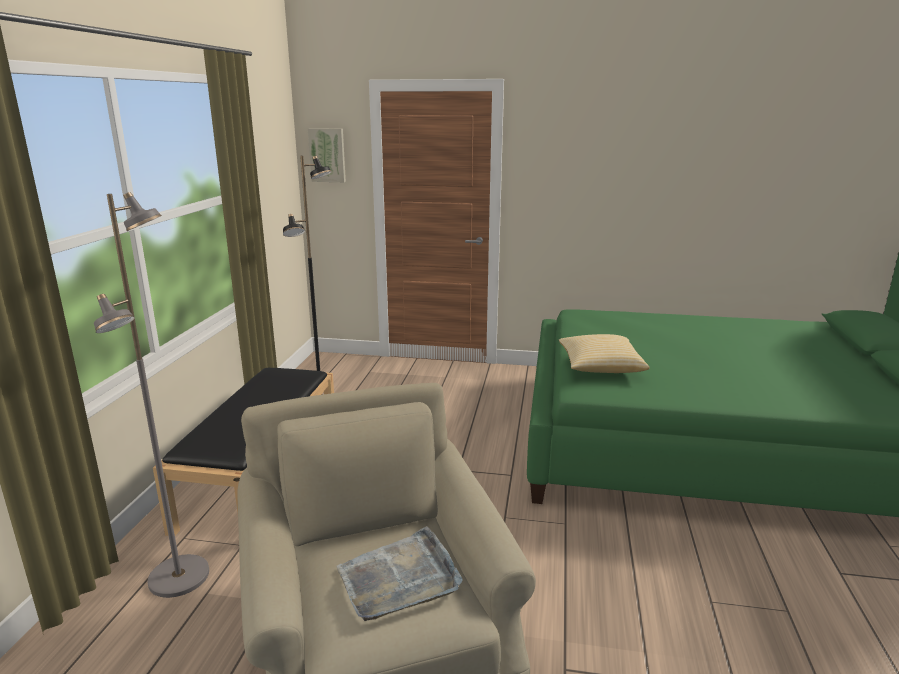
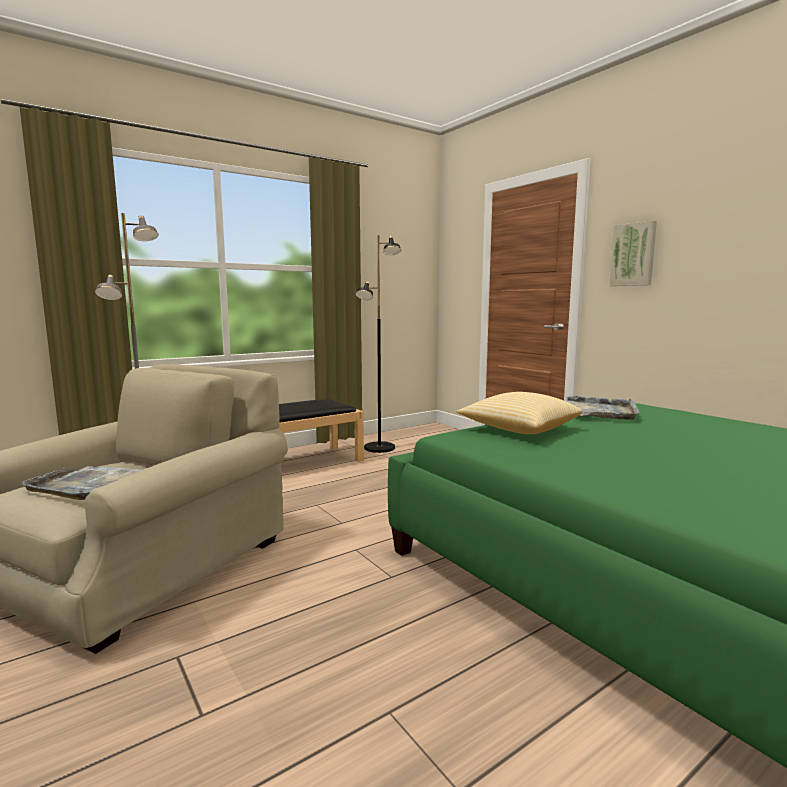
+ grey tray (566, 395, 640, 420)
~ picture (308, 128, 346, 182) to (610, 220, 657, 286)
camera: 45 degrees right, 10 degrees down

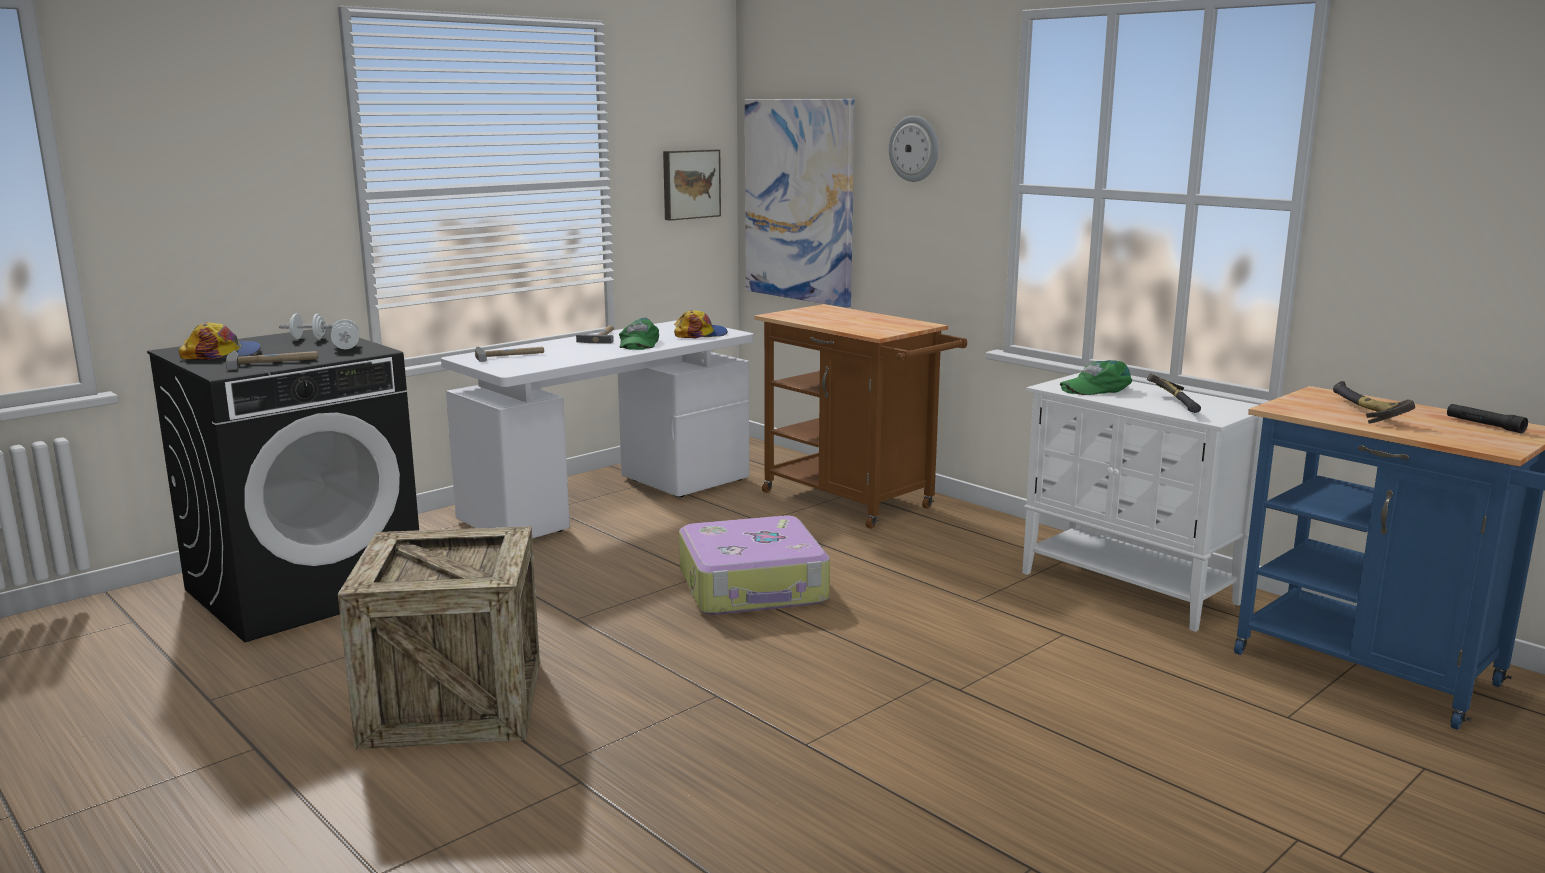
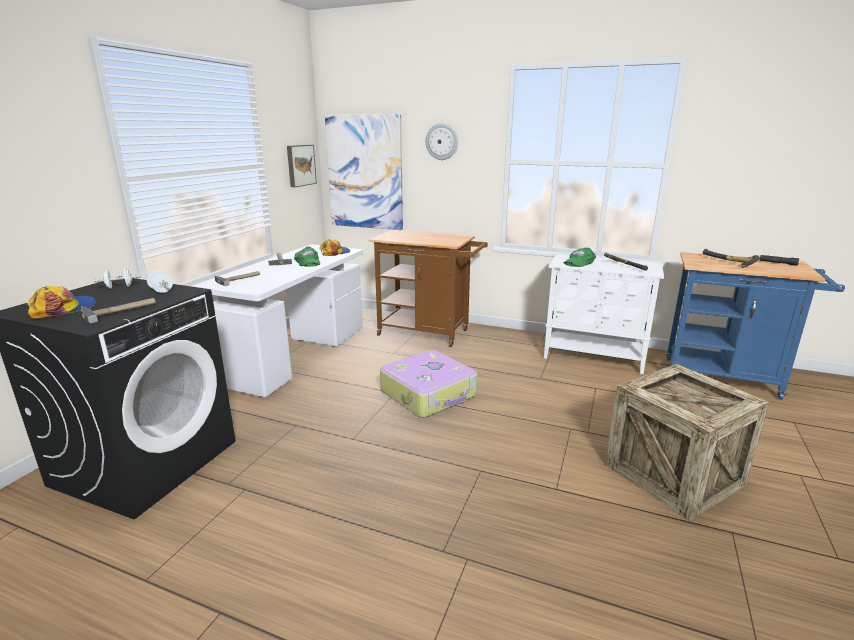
~ crate (338, 526, 540, 749) to (605, 364, 769, 521)
camera: 25 degrees left, 5 degrees up

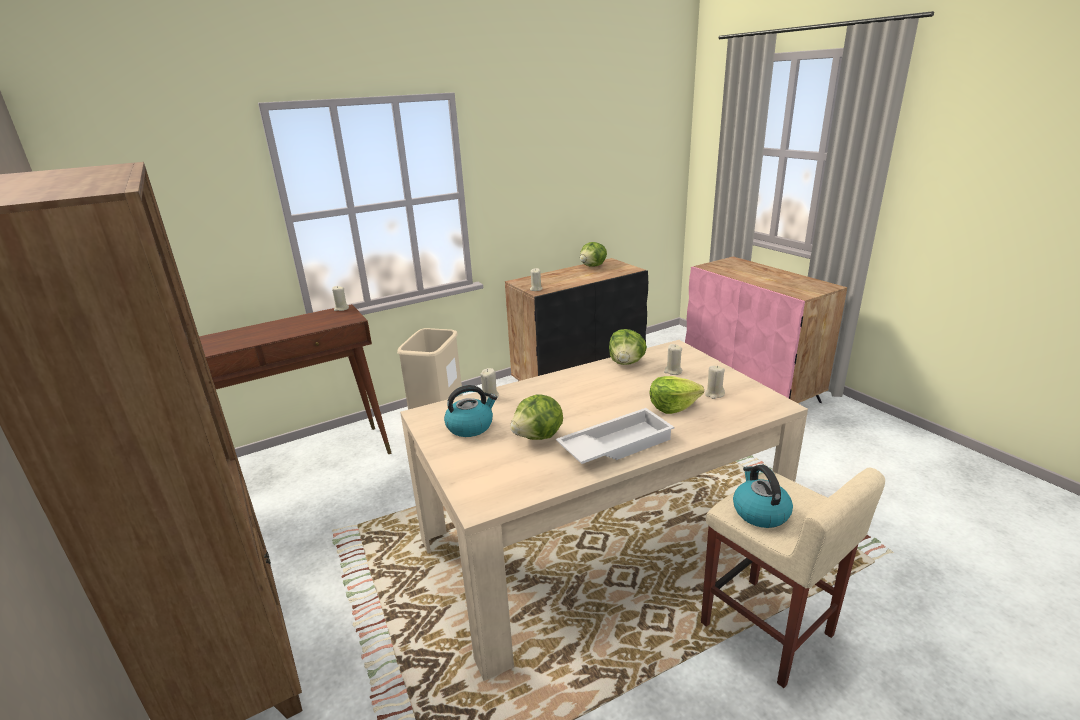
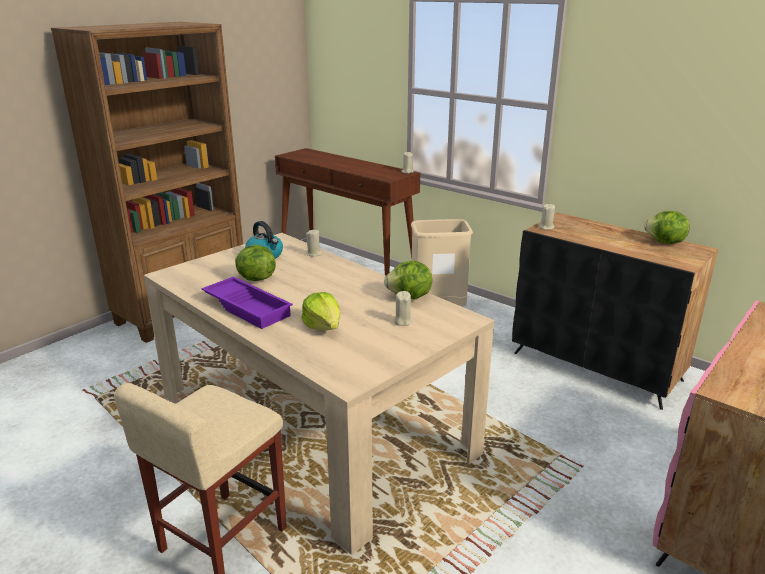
~ white tray (556, 408, 675, 464) to purple tray (201, 276, 293, 329)
- beige candle (705, 366, 725, 399)
- kettle (733, 465, 793, 528)
camera: 70 degrees right, 0 degrees up

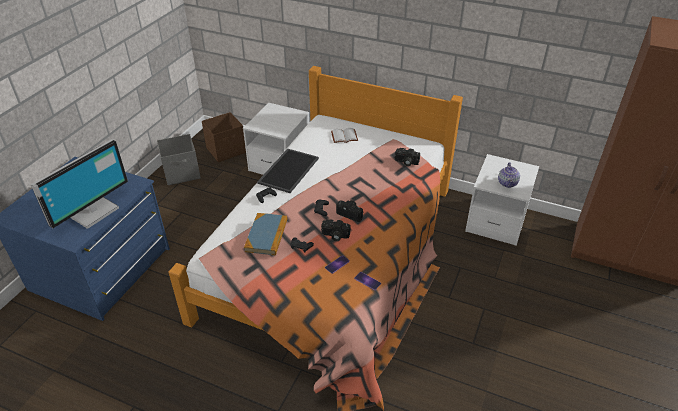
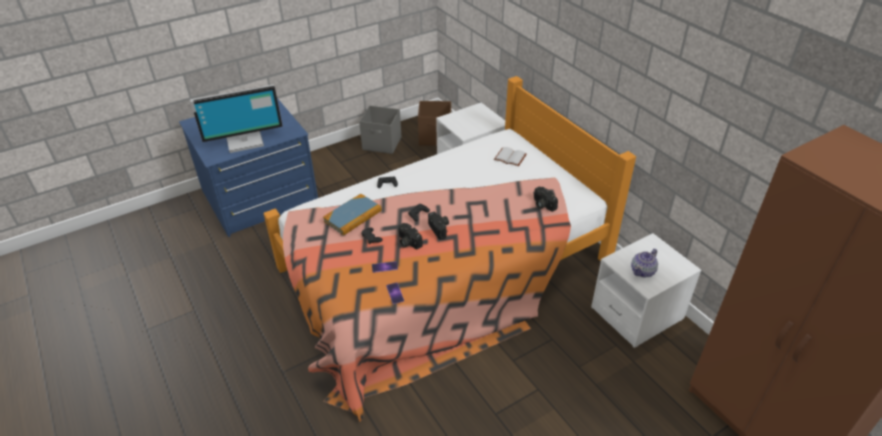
- tray (257, 148, 319, 193)
camera: 35 degrees right, 0 degrees up

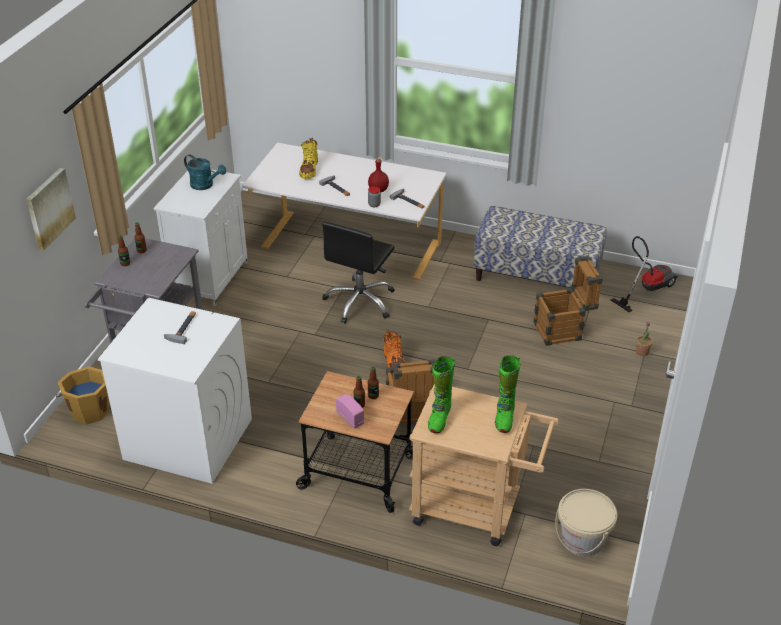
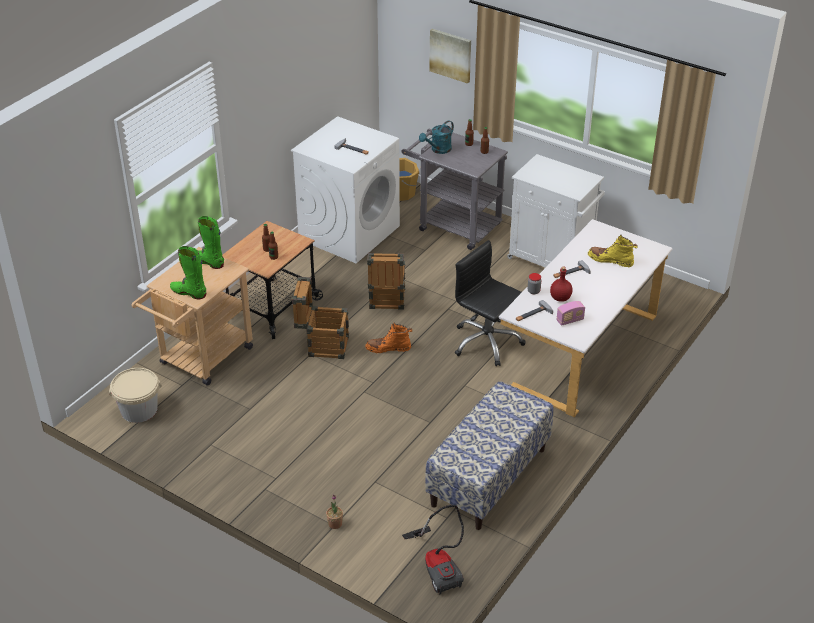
~ crate (534, 256, 603, 346) to (367, 253, 405, 310)
~ turquoise watering can (184, 154, 226, 190) to (419, 120, 454, 154)
~ radio (336, 394, 364, 429) to (557, 301, 585, 326)
camera: 105 degrees right, 0 degrees up

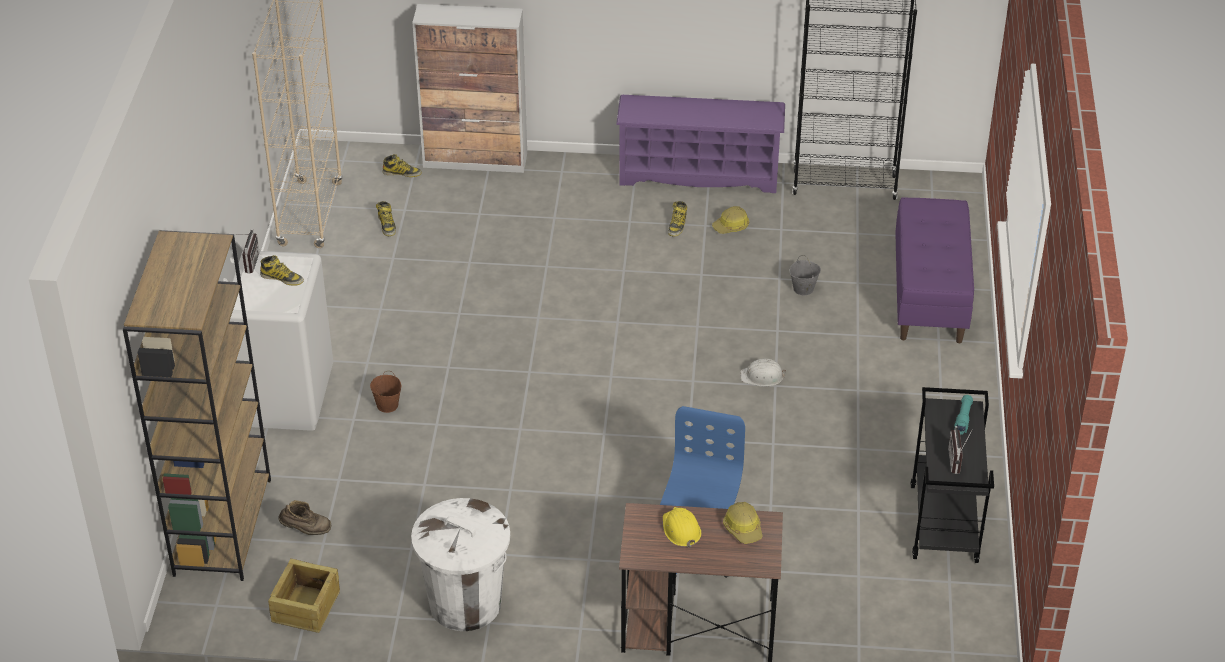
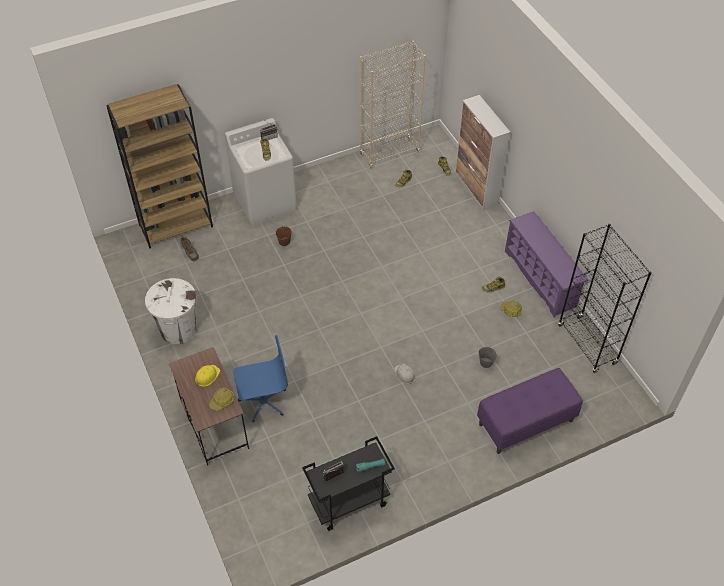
- crate (268, 558, 340, 633)
camera: 60 degrees right, 10 degrees up

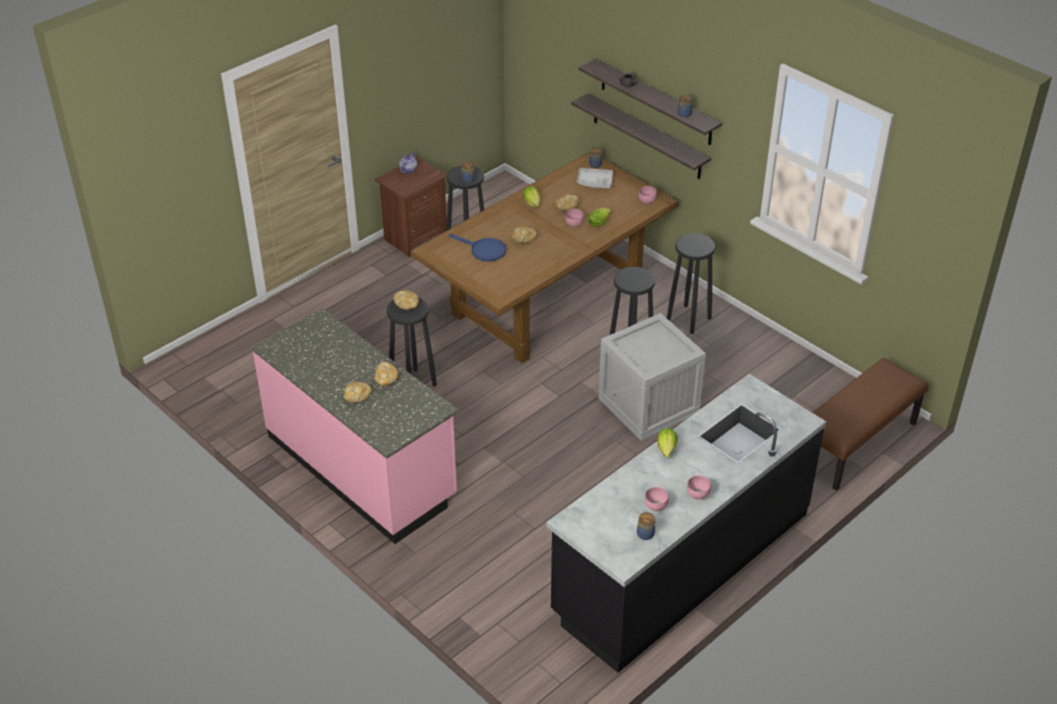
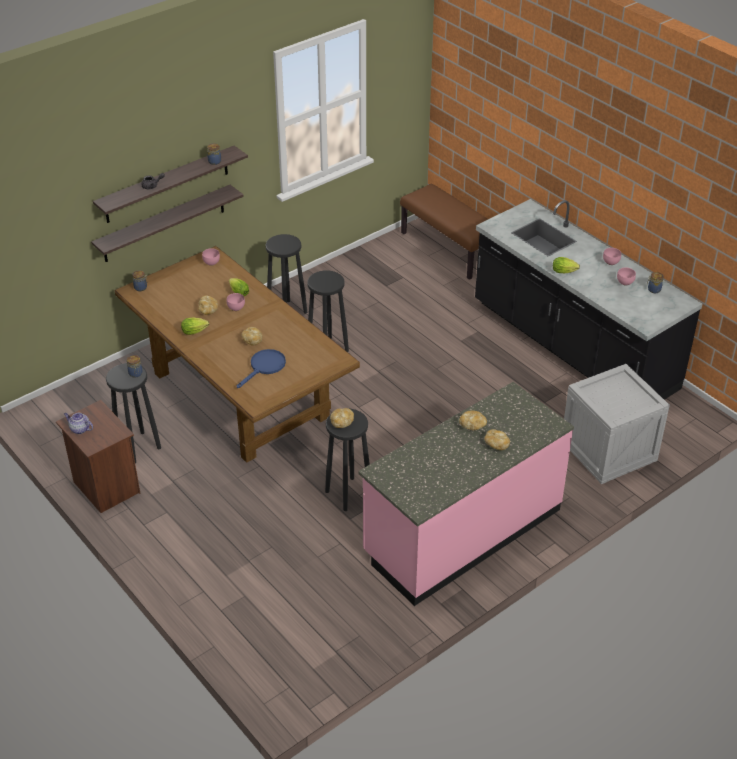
~ crate (598, 313, 706, 441) to (564, 364, 670, 484)
- grey tray (577, 168, 613, 188)
camera: 85 degrees left, 0 degrees up

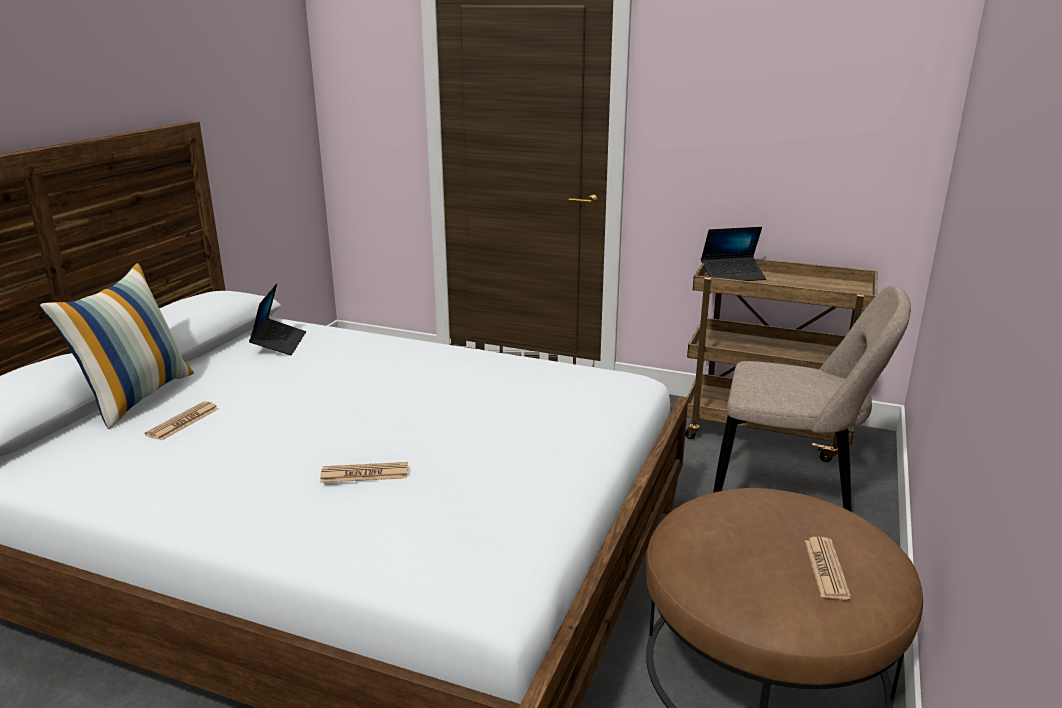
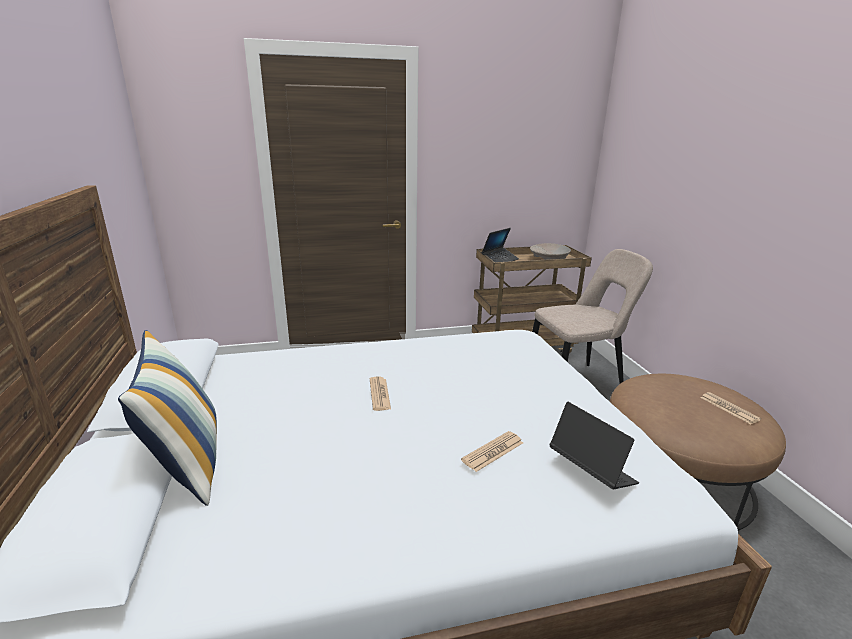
~ newspaper (145, 401, 219, 440) to (370, 376, 391, 411)
+ beige bowl (530, 243, 571, 260)
~ laptop (249, 283, 306, 355) to (549, 402, 639, 489)
camera: 35 degrees left, 0 degrees up

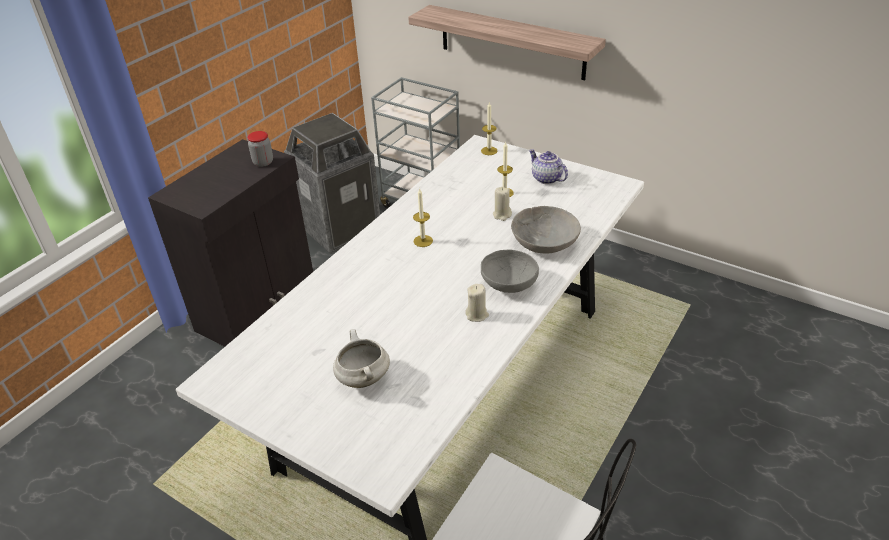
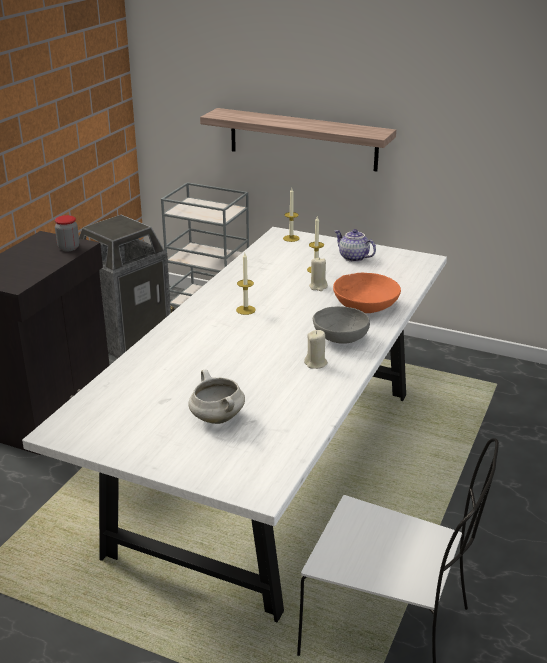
~ grey bowl (511, 206, 581, 254) to orange bowl (333, 273, 401, 313)
camera: 10 degrees left, 10 degrees down

